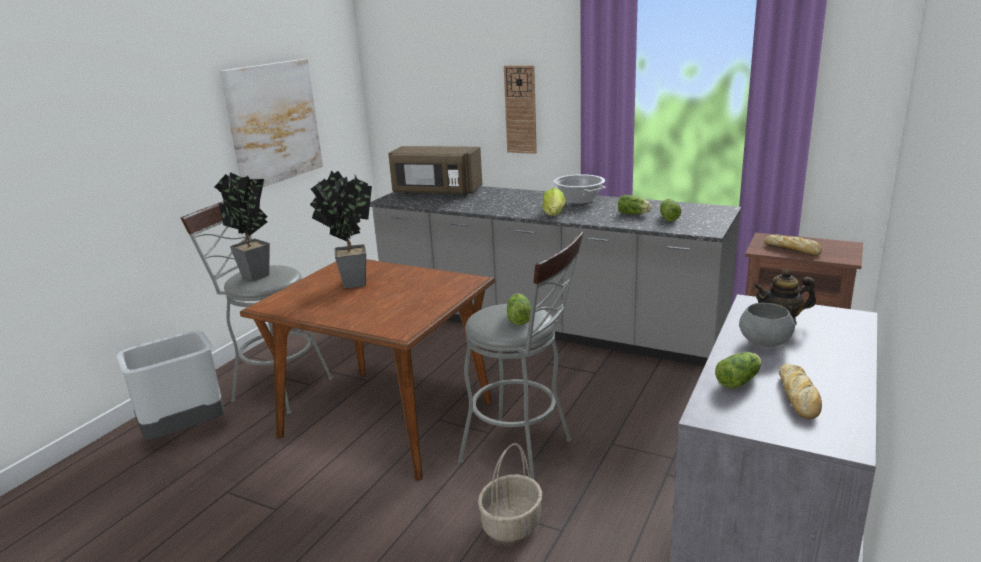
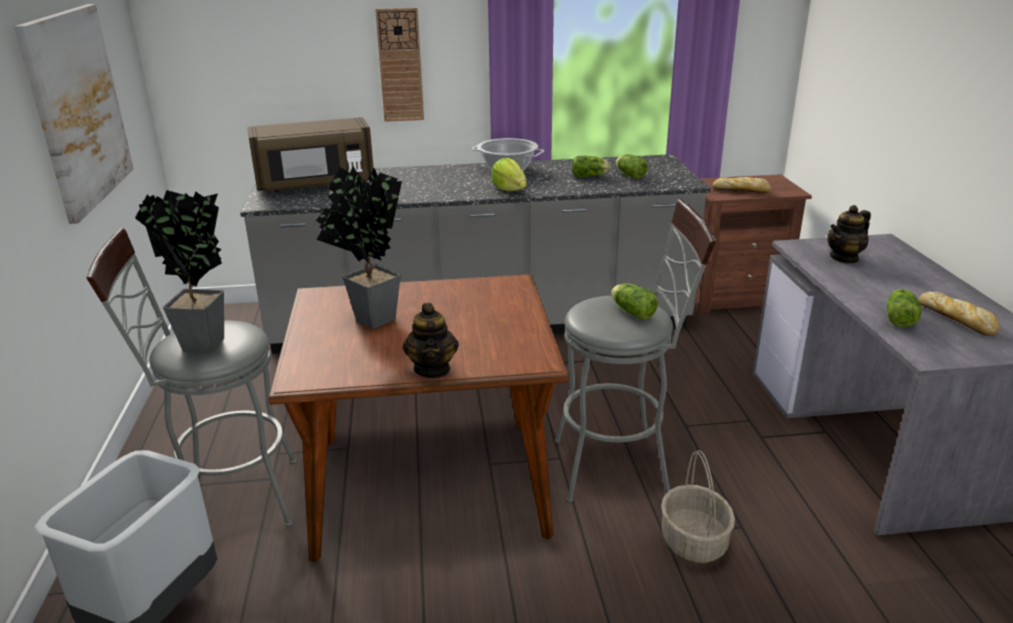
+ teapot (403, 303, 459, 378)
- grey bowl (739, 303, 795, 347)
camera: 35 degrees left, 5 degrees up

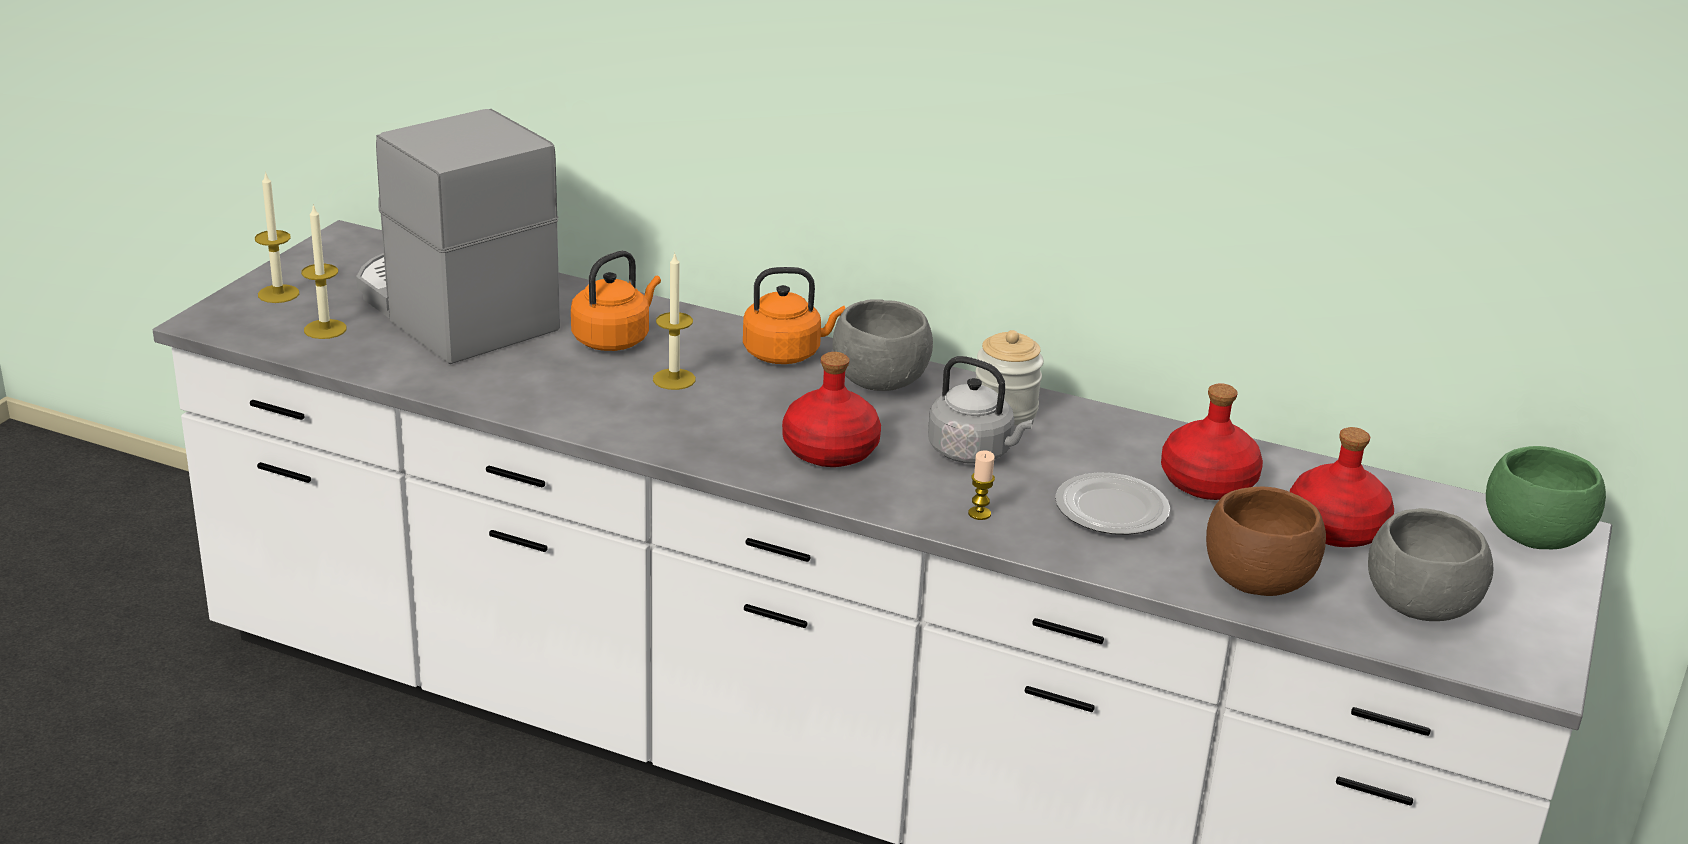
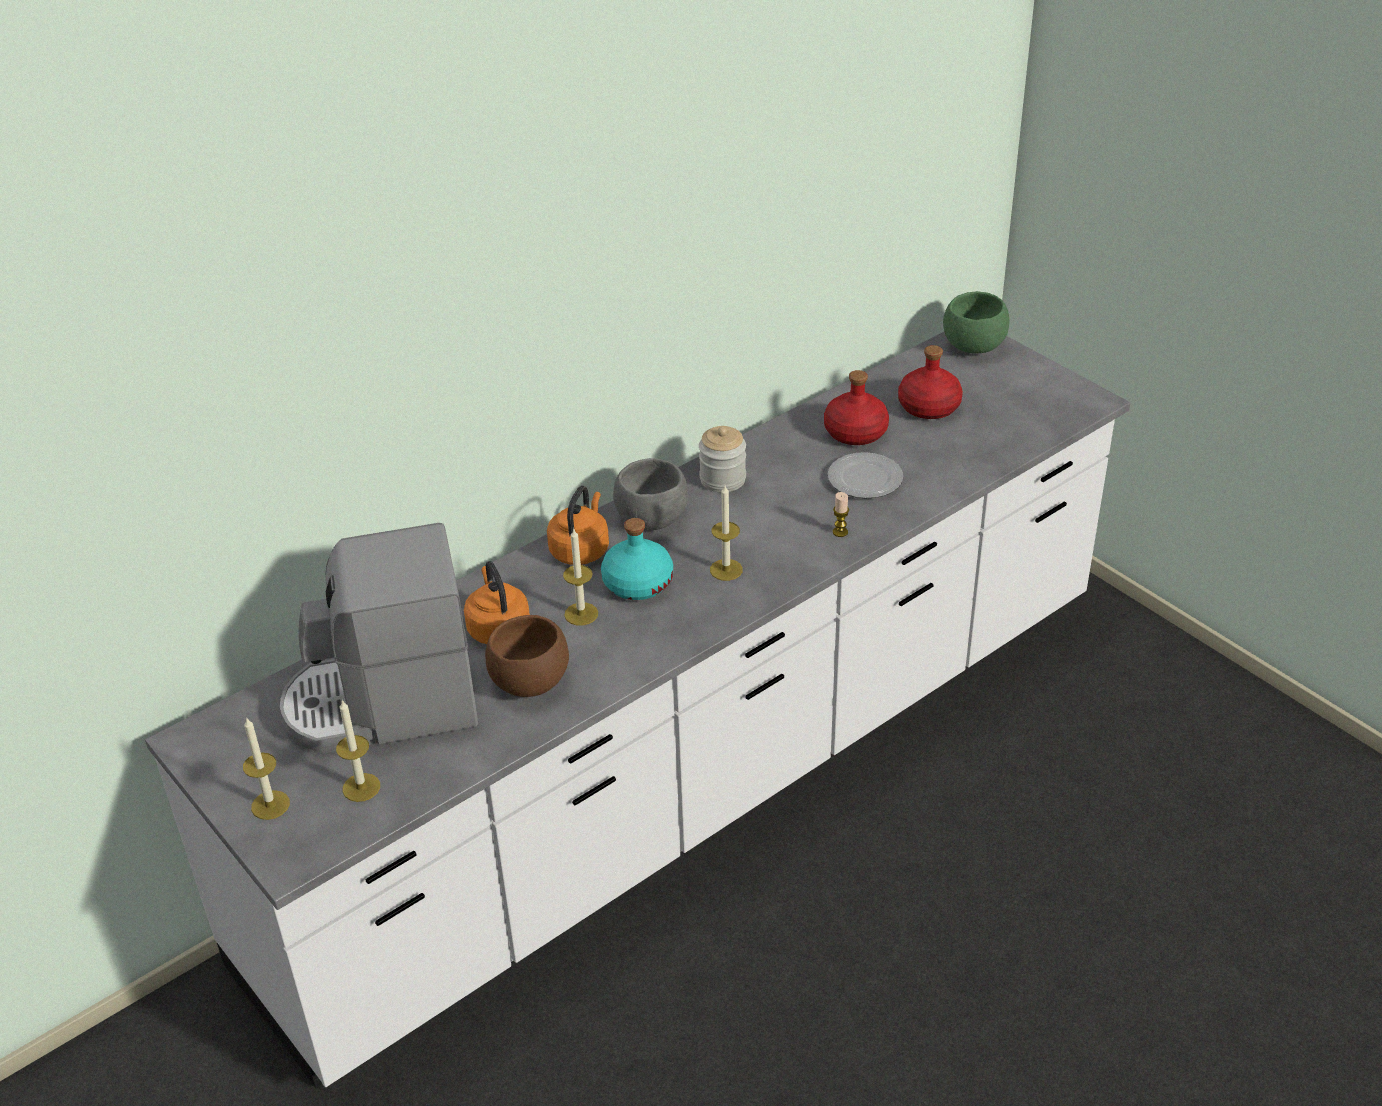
~ brown bowl (1206, 487, 1326, 596) to (485, 615, 569, 697)
+ turquoise bottle (601, 518, 673, 600)
~ red bottle (782, 352, 881, 467) to candle (710, 486, 743, 581)
- grey kettle (928, 356, 1034, 464)
- grey bowl (1368, 508, 1493, 621)
camera: 60 degrees left, 10 degrees up

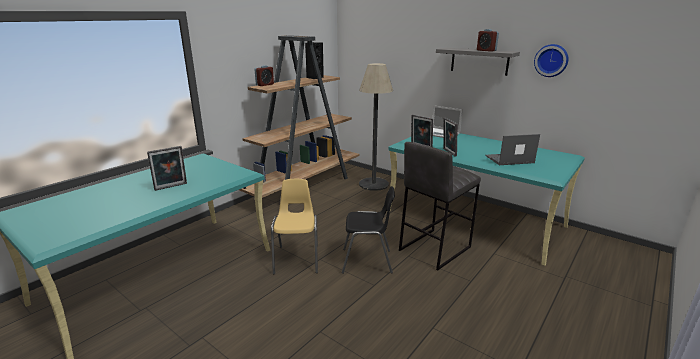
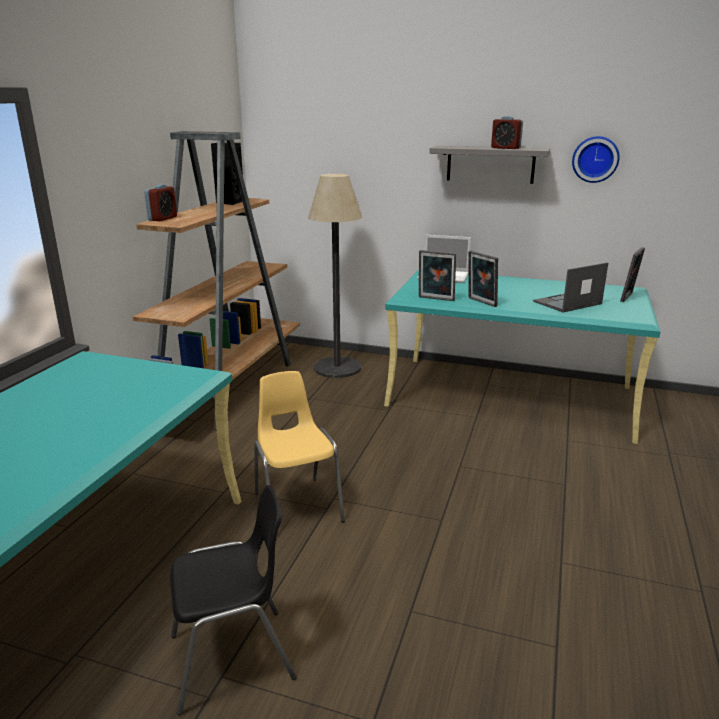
~ black chair (342, 186, 395, 274) to (170, 485, 297, 715)
~ picture frame (147, 146, 187, 191) to (620, 247, 645, 302)
- grey stool (399, 142, 480, 270)
camera: 20 degrees left, 0 degrees up

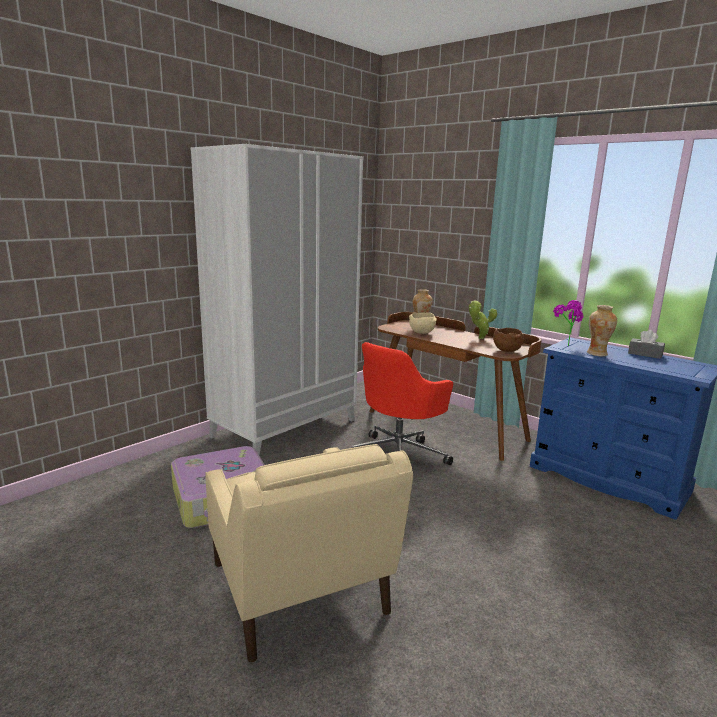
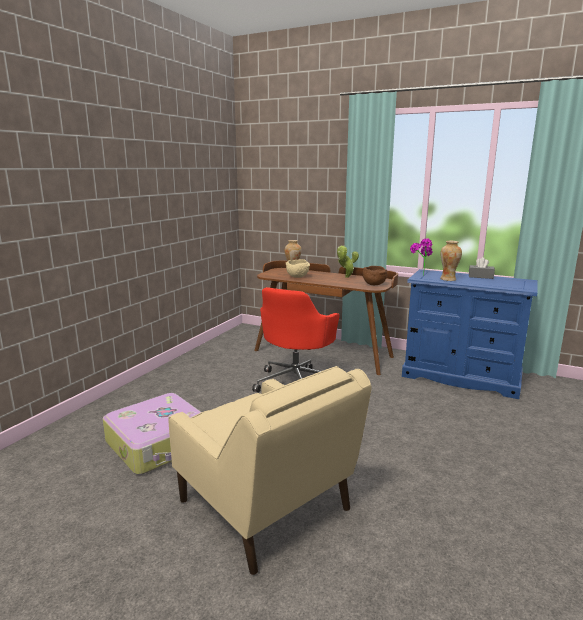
- white wardrobe (190, 144, 364, 455)
camera: 15 degrees left, 0 degrees up

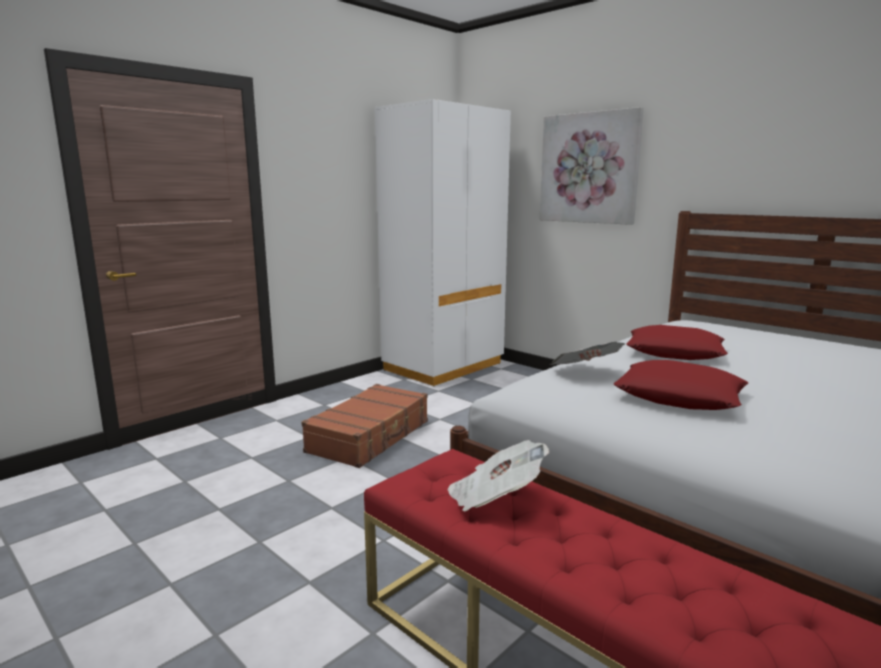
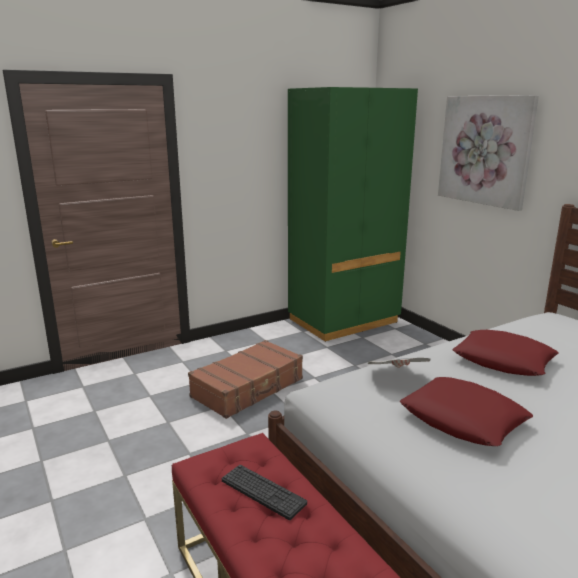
~ newspaper (447, 440, 549, 512) to keyboard (222, 465, 307, 520)
~ white wardrobe (375, 99, 511, 386) to green wardrobe (288, 87, 418, 342)
camera: 15 degrees right, 5 degrees up

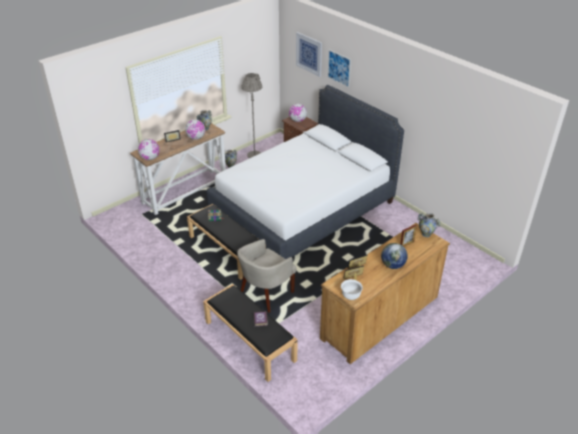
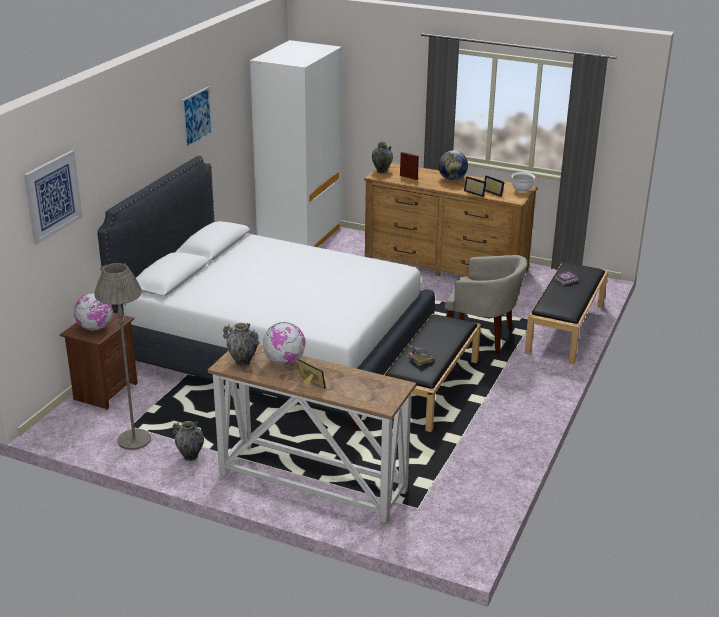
~ picture (328, 50, 351, 88) to (182, 86, 212, 149)
+ white wardrobe (250, 40, 342, 247)
- globe (138, 139, 159, 160)
camera: 115 degrees left, 10 degrees down

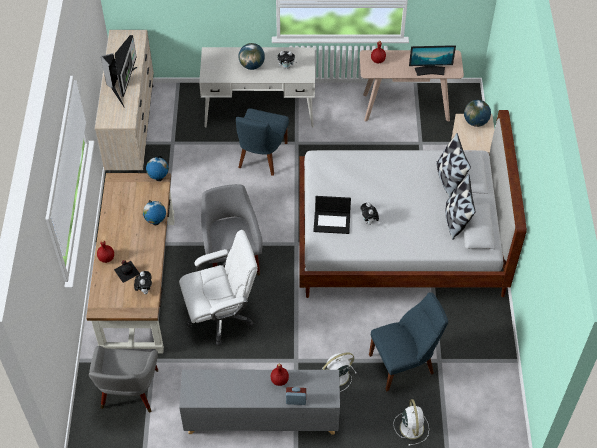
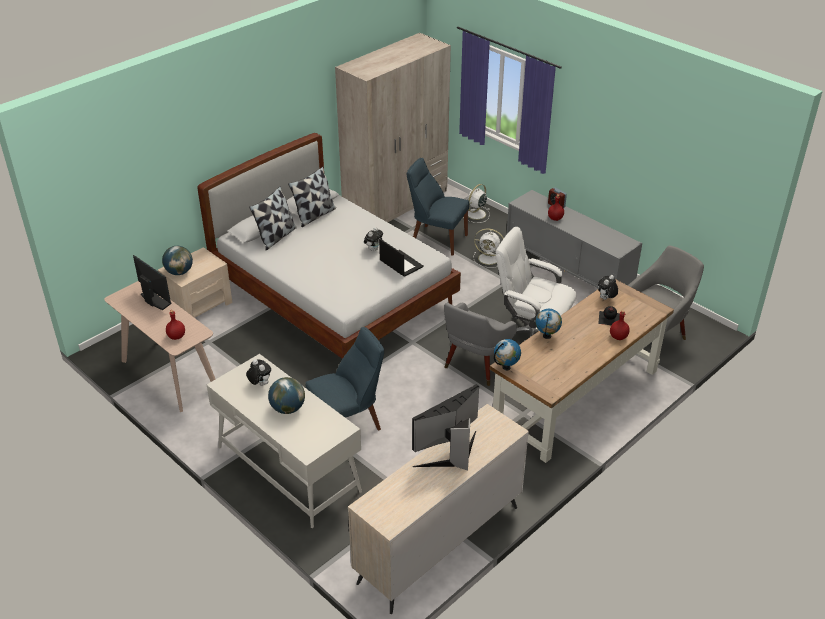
+ beige wardrobe (335, 33, 451, 222)
camera: 135 degrees left, 15 degrees down

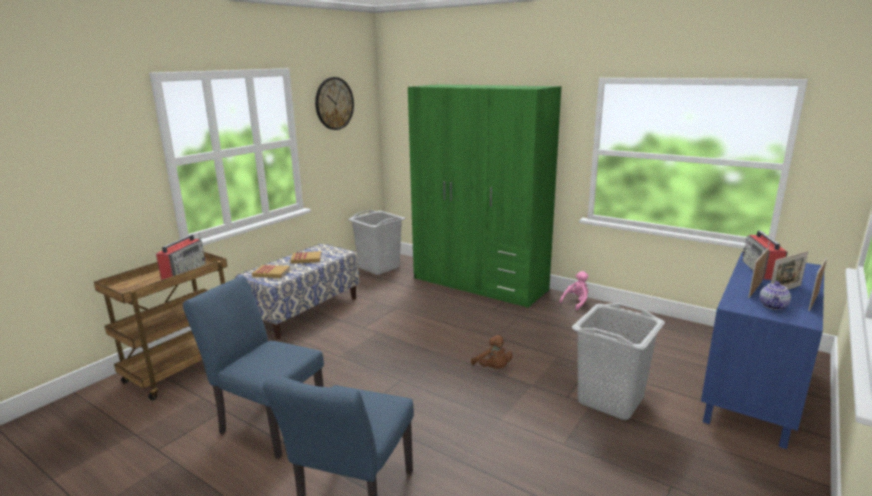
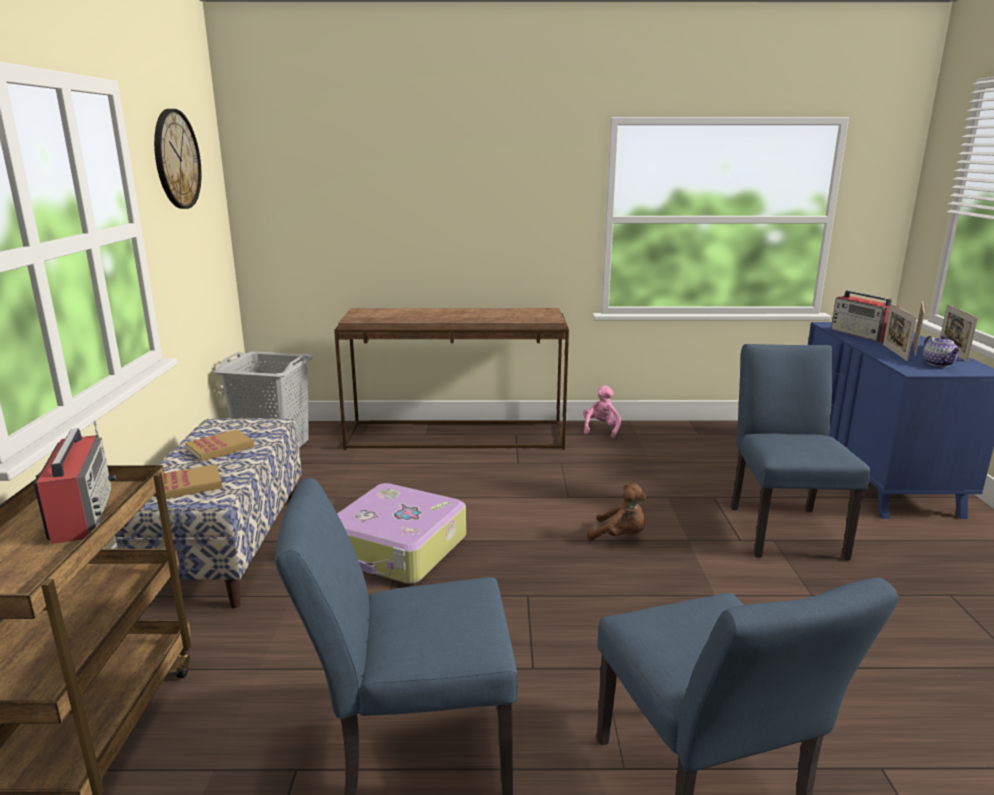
~ green wardrobe (408, 84, 561, 308) to brown console table (334, 308, 569, 450)
+ suitcase (337, 483, 466, 584)
~ grey laundry basket (572, 303, 665, 420) to blue chair (731, 344, 871, 560)
camera: 35 degrees left, 0 degrees up

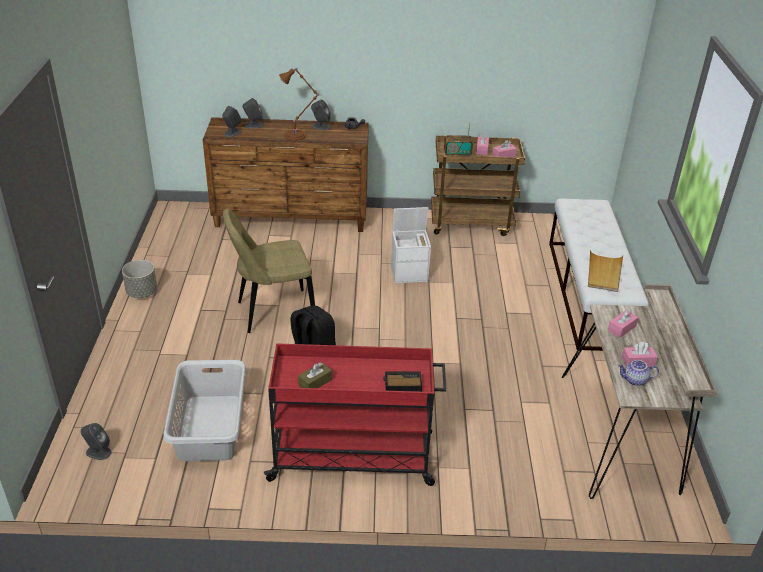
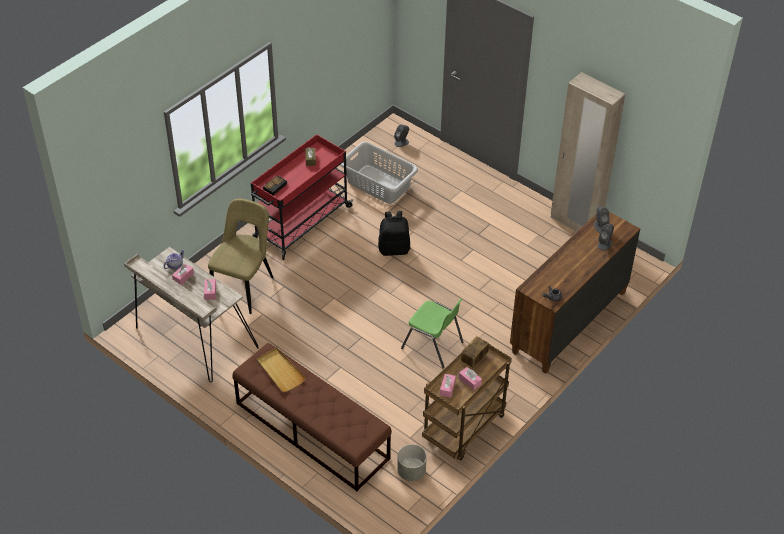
~ beige chair (223, 208, 315, 333) to (208, 199, 274, 314)
~ white bench (549, 199, 649, 351) to brown bench (232, 343, 392, 491)
~ grey planter (122, 260, 157, 298) to (397, 444, 427, 481)
~ white storage box (391, 207, 431, 283) to green chair (401, 299, 464, 368)
+ beige wardrobe (551, 72, 625, 232)
- brown table lamp (279, 68, 319, 141)
- grey speaker (311, 100, 331, 130)
camera: 130 degrees right, 10 degrees up

